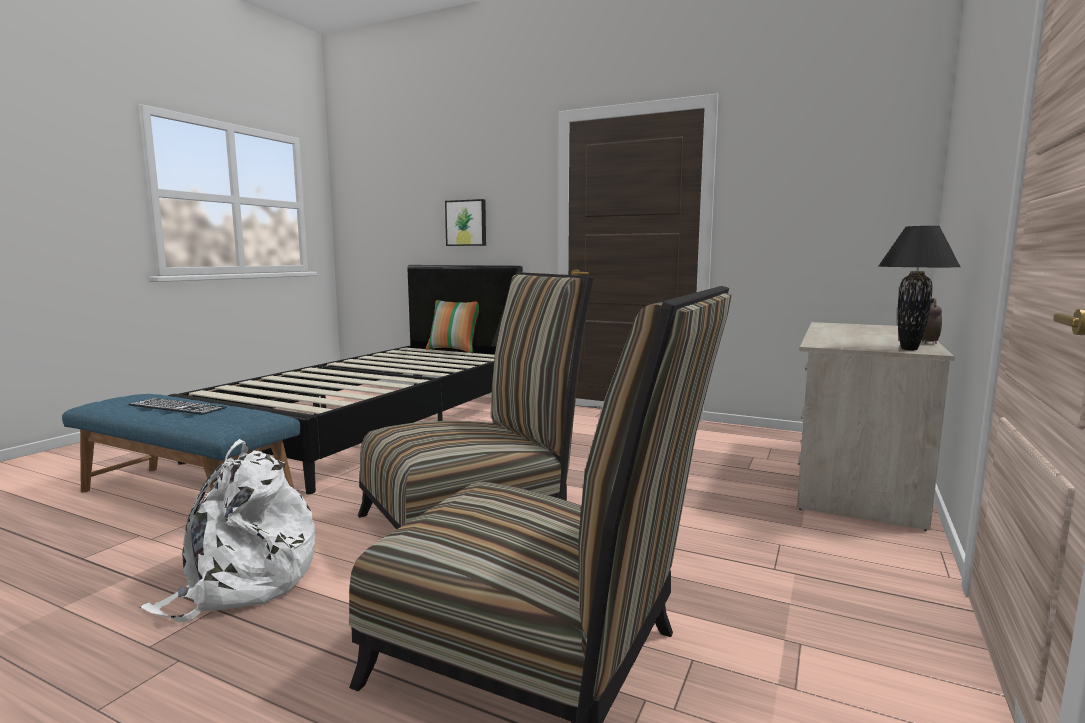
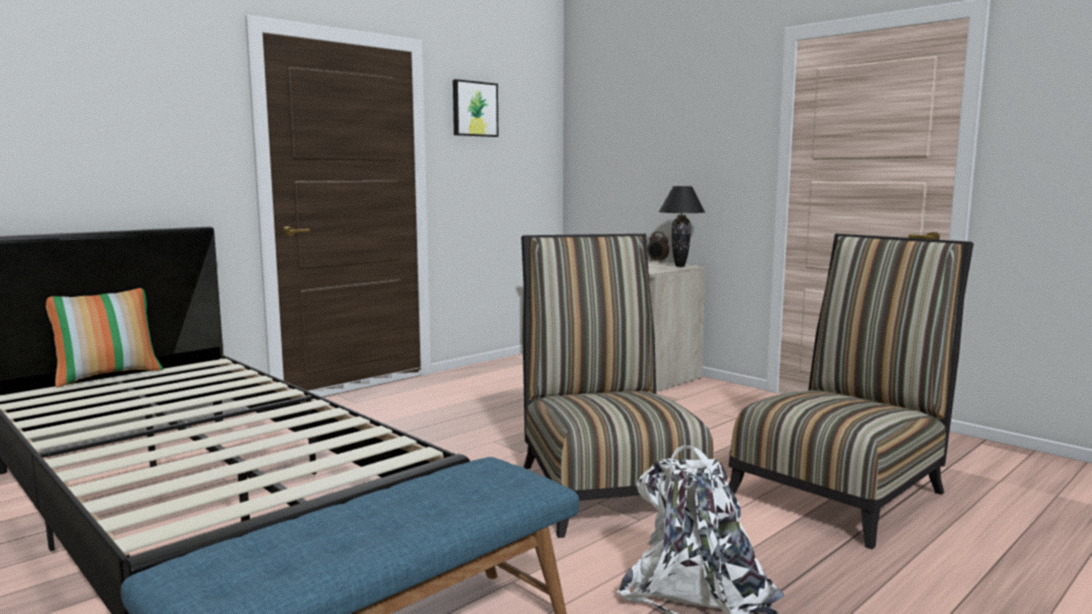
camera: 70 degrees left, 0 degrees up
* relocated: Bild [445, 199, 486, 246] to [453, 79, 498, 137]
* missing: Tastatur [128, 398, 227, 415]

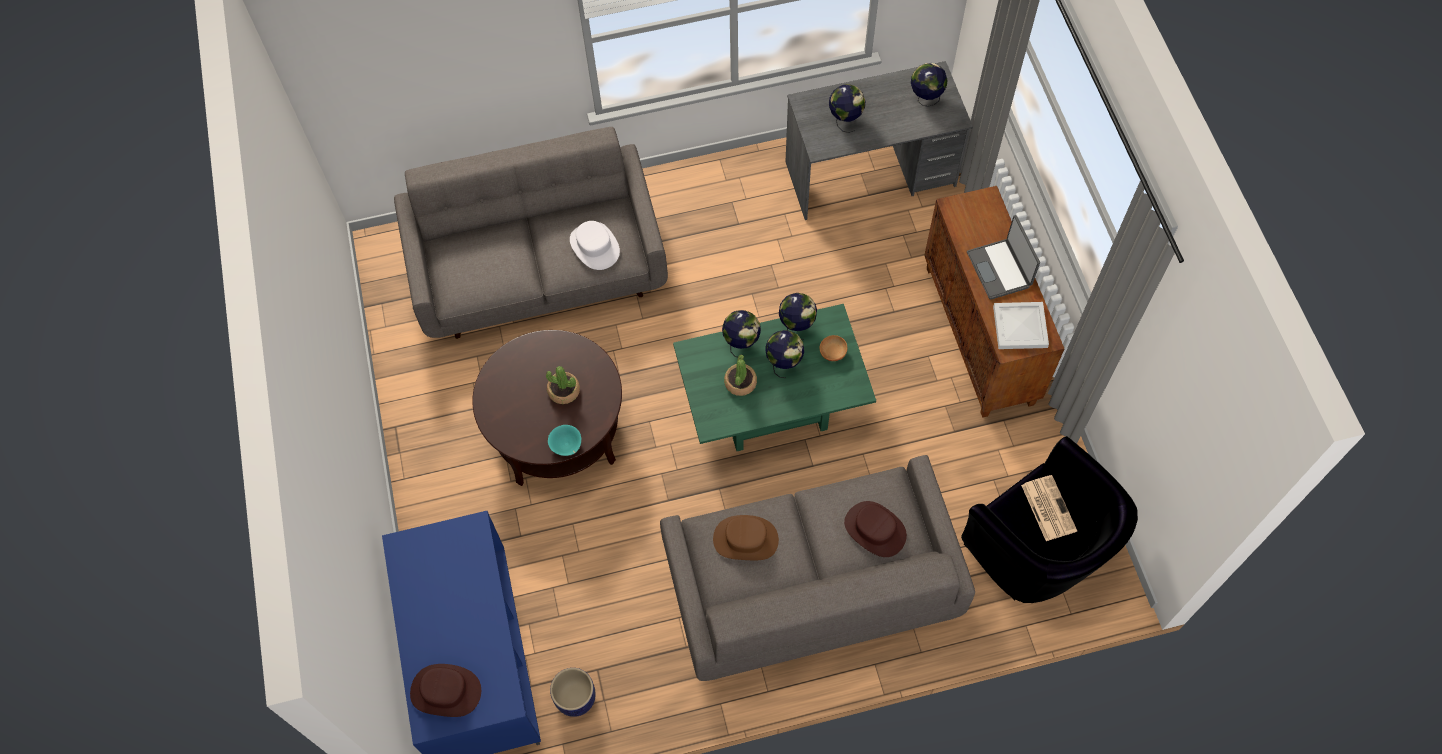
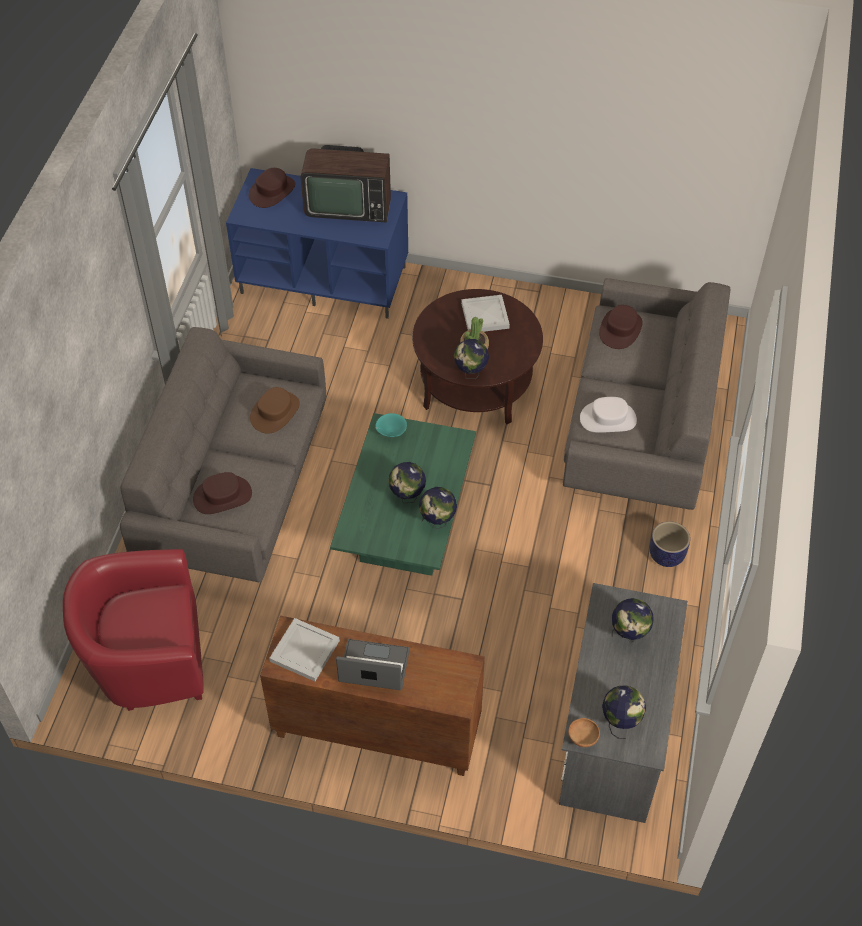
camera: 115 degrees right, 10 degrees down
* colour: Sessel [schwarz] [961, 436, 1138, 603] to Sessel [rot] [63, 549, 204, 711]
* appeared: Fernseher [301, 145, 391, 223]
* relocated: Schüssel [türkis] [548, 425, 581, 456] to [375, 413, 407, 437]
* relocated: Globus [722, 310, 761, 357] to [454, 339, 489, 379]
* appeared: Tablett [weiß] [461, 295, 510, 332]
* relocated: Schüssel [braun] [819, 335, 848, 361] to [568, 718, 600, 747]
* appeared: Hut [braun] [599, 305, 643, 349]
* relocated: Pflanzkübel [550, 668, 596, 717] to [650, 521, 690, 567]
* missing: Topfpflanze [724, 354, 757, 396]
* missing: Zeitung [1021, 475, 1077, 541]

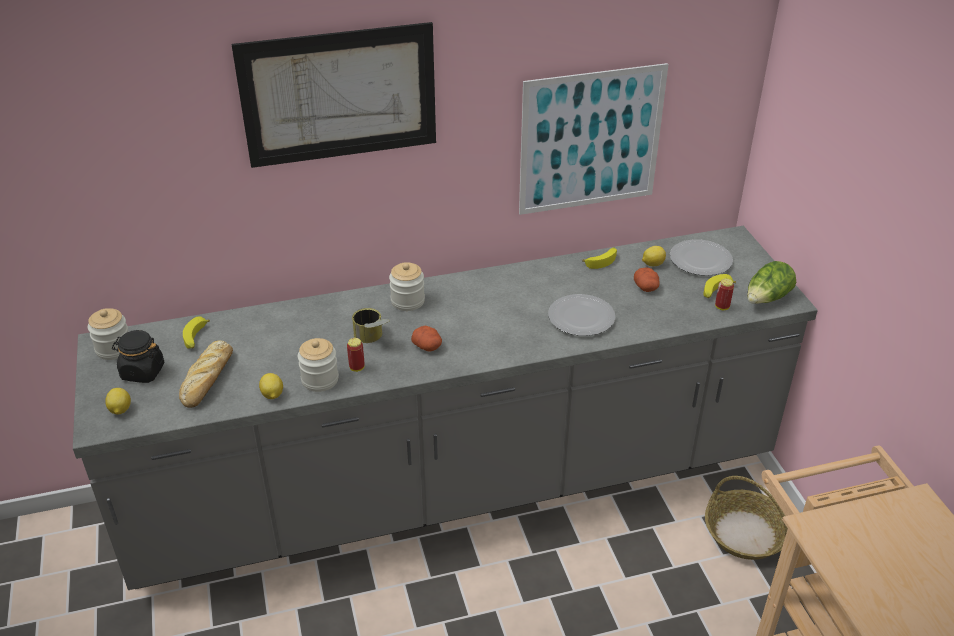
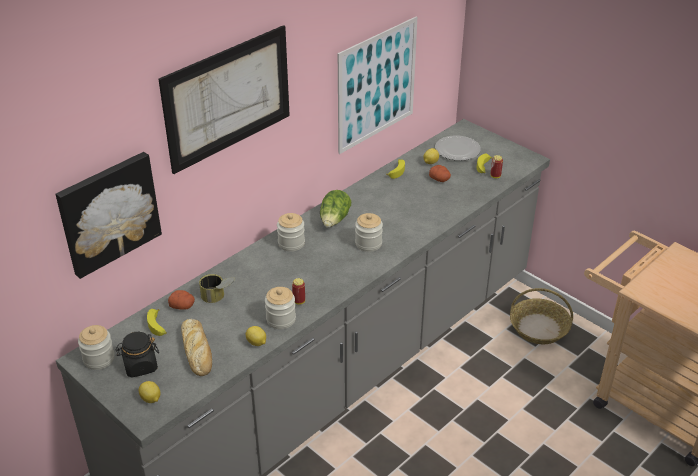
camera: 30 degrees left, 0 degrees up
* appeared: Bild [56, 152, 162, 279]
* relocated: Kartoffel [411, 326, 442, 352] to [168, 290, 195, 310]
* relocated: Dose [352, 308, 390, 343] to [199, 274, 235, 303]
* relocated: Salatkopf [747, 261, 796, 304] to [320, 190, 351, 228]
* appeared: Vorratsglas [355, 213, 383, 252]
* missing: Teller [548, 294, 615, 336]

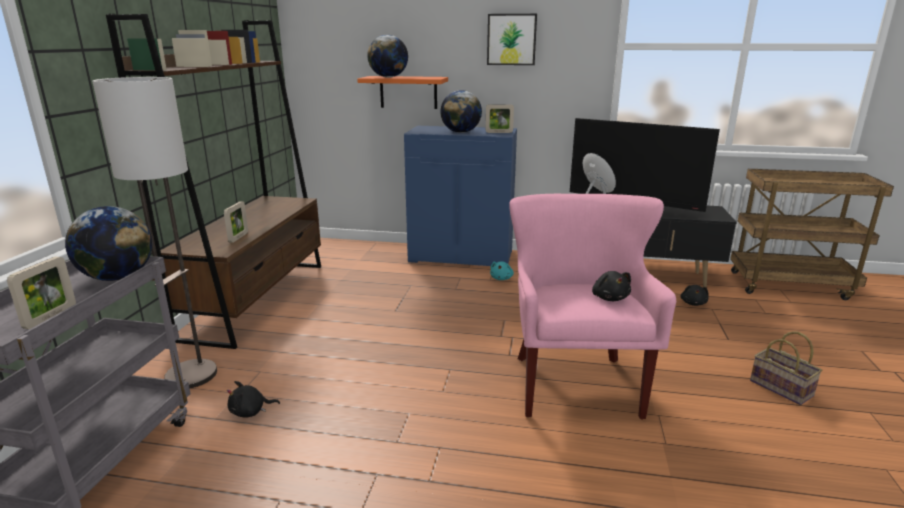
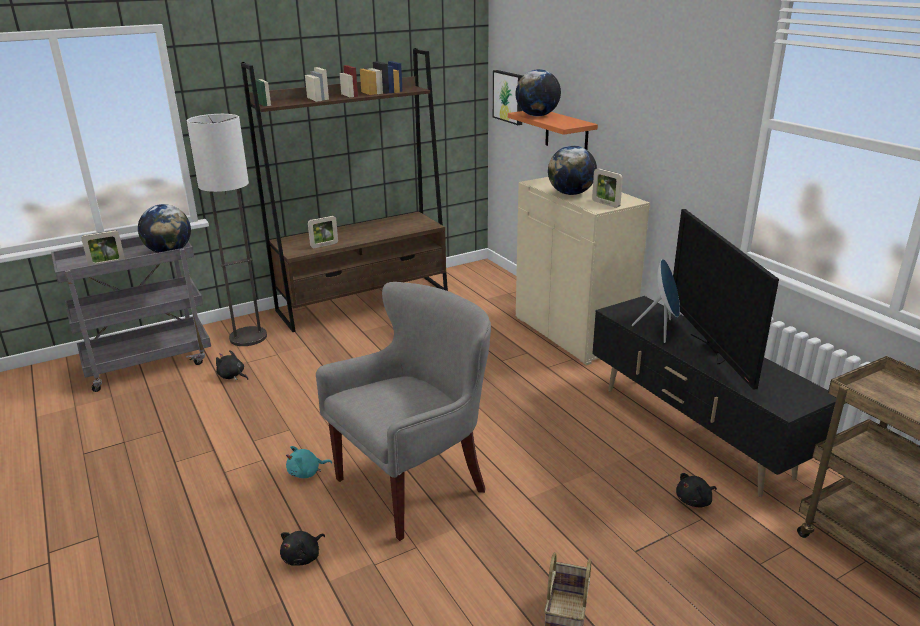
camera: 50 degrees right, 5 degrees up
* relocated: Plüschtier [schwarz] [592, 271, 631, 301] to [280, 531, 325, 566]
* relocated: Plüschtier [türkis] [490, 261, 514, 280] to [286, 446, 332, 478]
* colour: Sessel [rosa] [509, 194, 676, 419] to Sessel [grau] [316, 282, 491, 541]
* relocated: Bild [487, 14, 537, 65] to [493, 70, 523, 125]
* colour: Schrank [blau] [404, 126, 517, 266] to Schrank [beige] [516, 177, 650, 365]

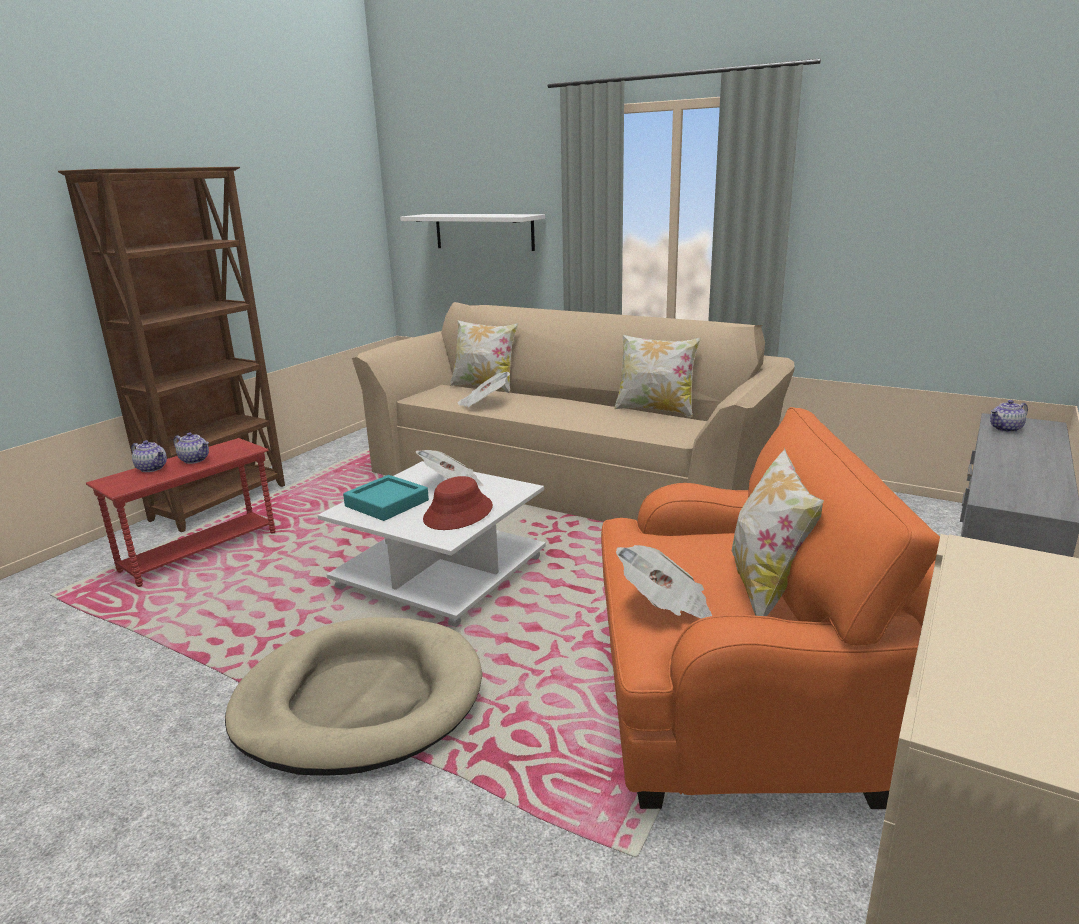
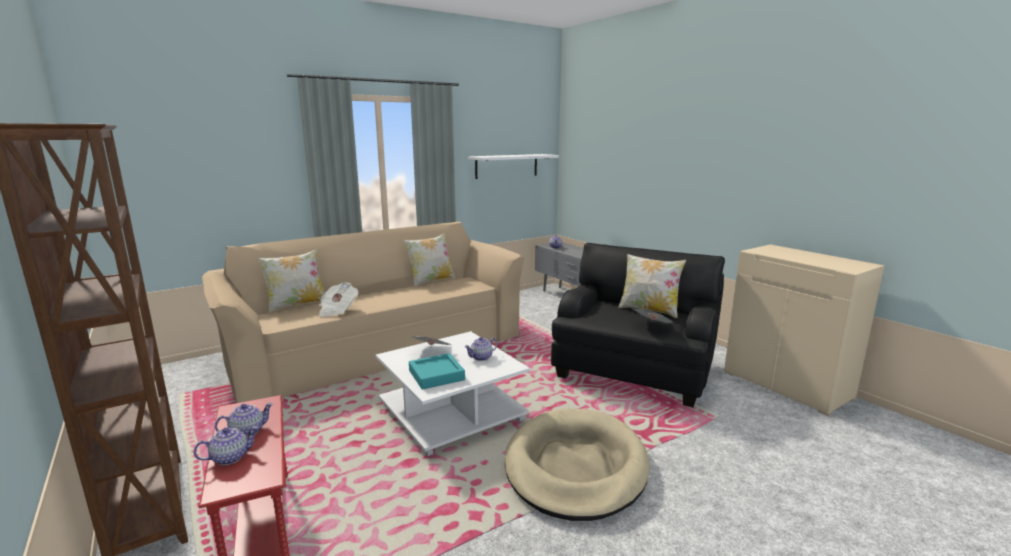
camera: 65 degrees left, 5 degrees down
* exchanged: Hut [rot] [423, 476, 493, 530] to Teekanne [465, 337, 497, 361]
* relocated: Wandregal [weiß] [400, 214, 545, 251] to [468, 154, 559, 179]
* colour: Sessel [orange] [601, 407, 940, 809] to Sessel [schwarz] [551, 243, 725, 407]

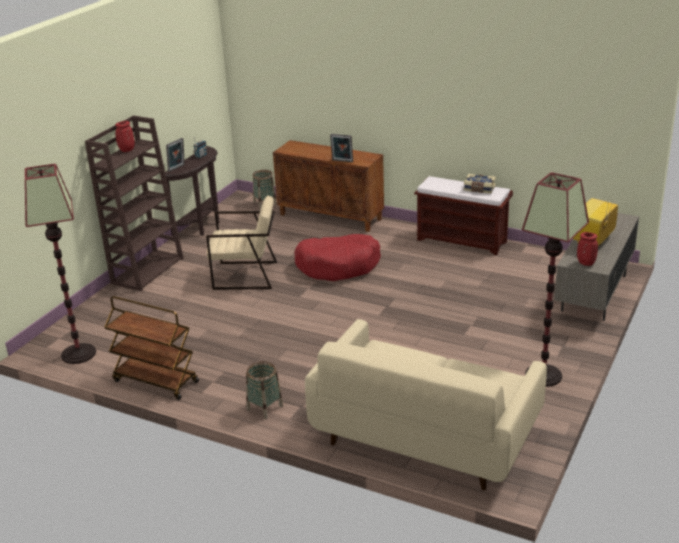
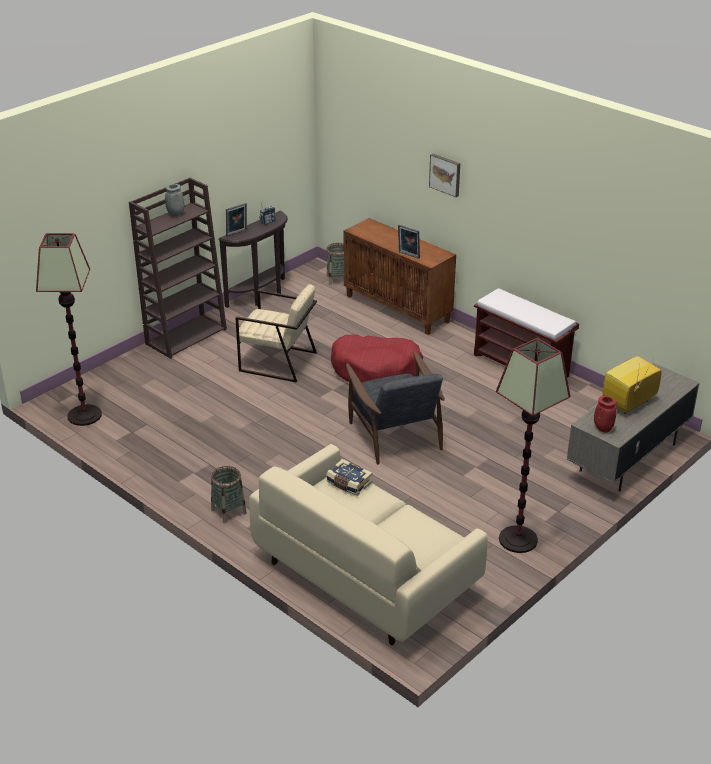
camera: 15 degrees right, 5 degrees up
* colour: Vase [rot] [115, 121, 135, 152] to Vase [grau] [165, 184, 184, 216]
* relocated: Buch [464, 174, 496, 193] to [326, 459, 373, 496]
* appeared: Sessel [grau] [346, 350, 445, 465]
* appeared: Bild [429, 154, 460, 197]
* missing: Rollwagen [braun] [104, 296, 199, 400]

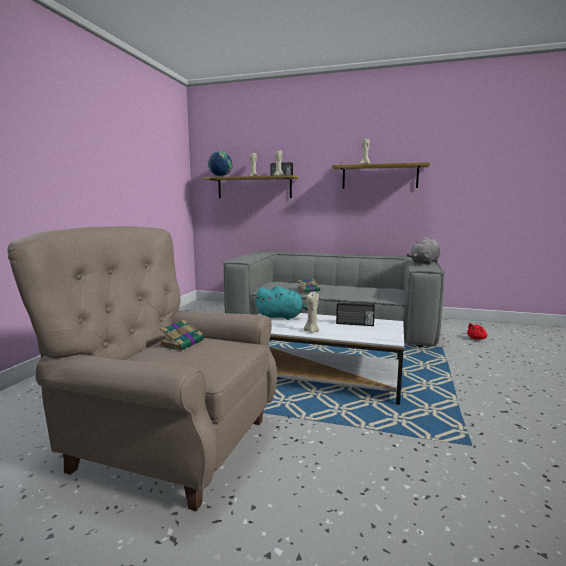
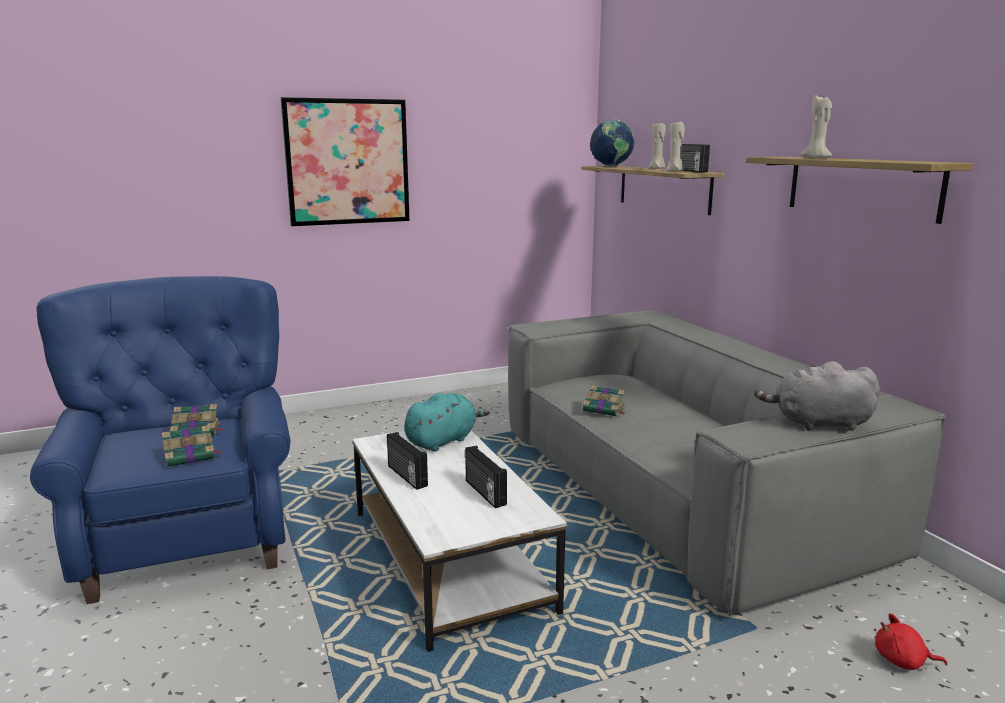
camera: 50 degrees right, 5 degrees up
* colour: Sessel [beige] [7, 226, 277, 511] to Sessel [blau] [30, 276, 290, 604]
* appeared: Buch [162, 425, 222, 467]
* appeared: Bild [281, 97, 410, 226]
* exchanged: Kerze [beige] [304, 292, 319, 333] to Radio [387, 432, 428, 490]
* spun: Plüschtier [türkis] [255, 286, 308, 320] = [404, 393, 490, 452] 105 degrees counterclockwise

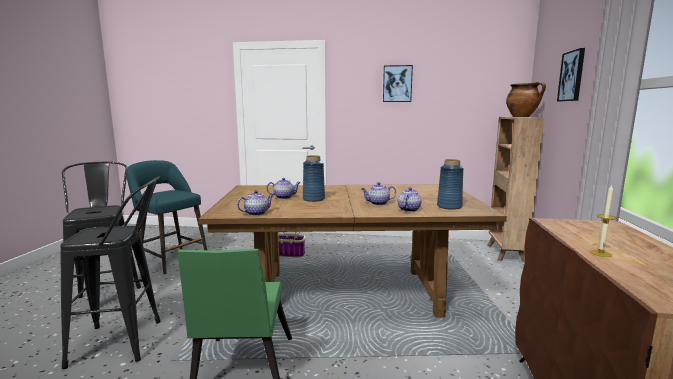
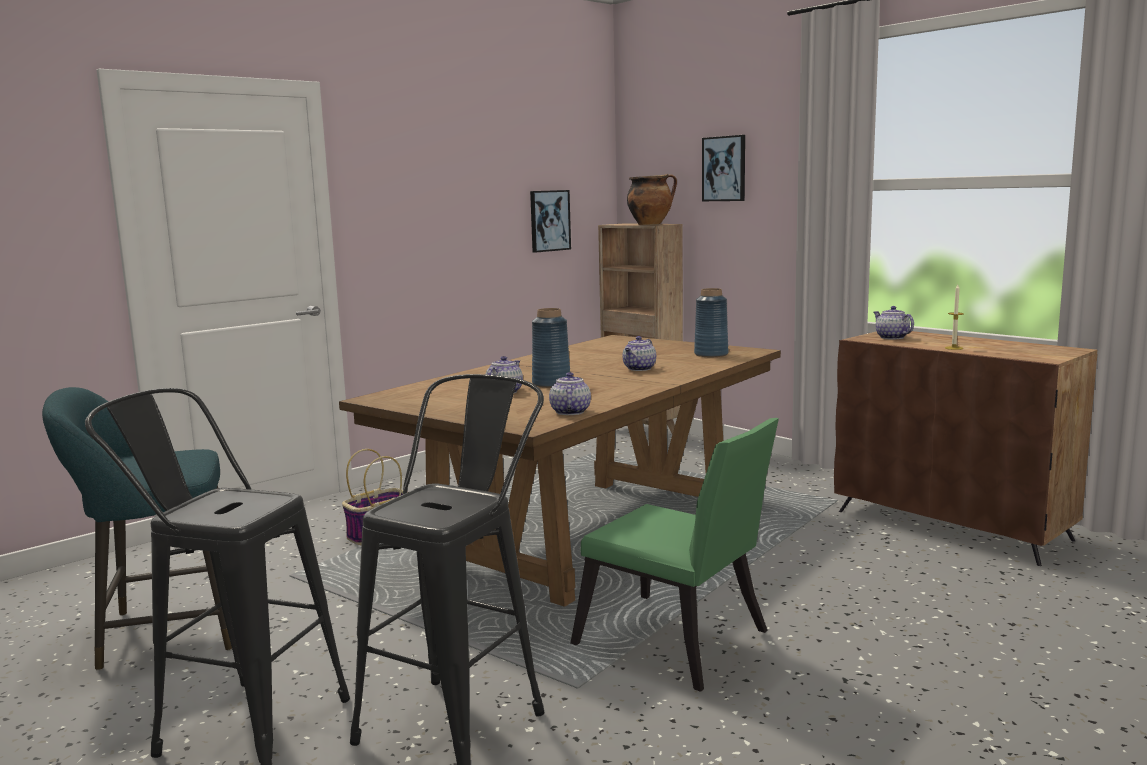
camera: 50 degrees left, 0 degrees up
* relocated: Bild [383, 65, 413, 102] to [530, 190, 571, 253]
* relocated: Teekanne [398, 187, 421, 212] to [873, 306, 914, 339]

